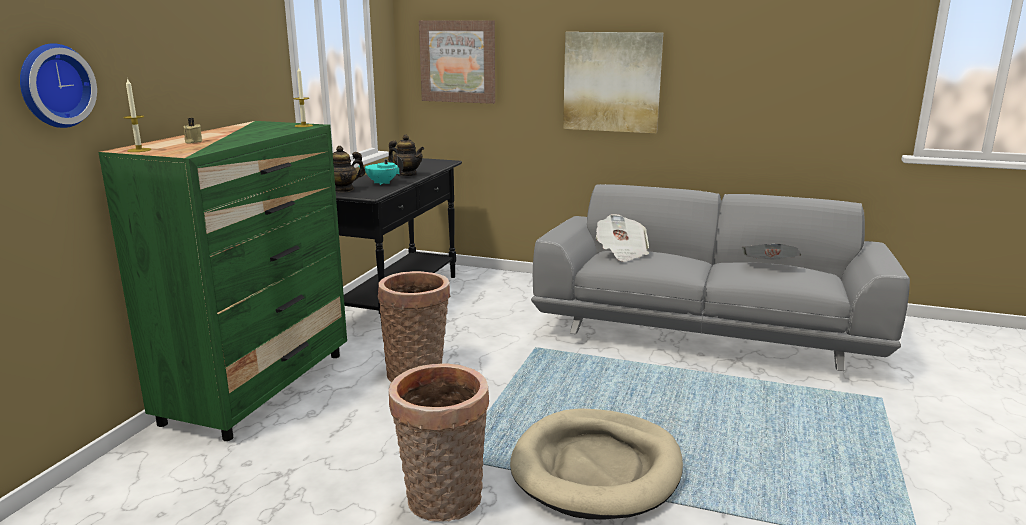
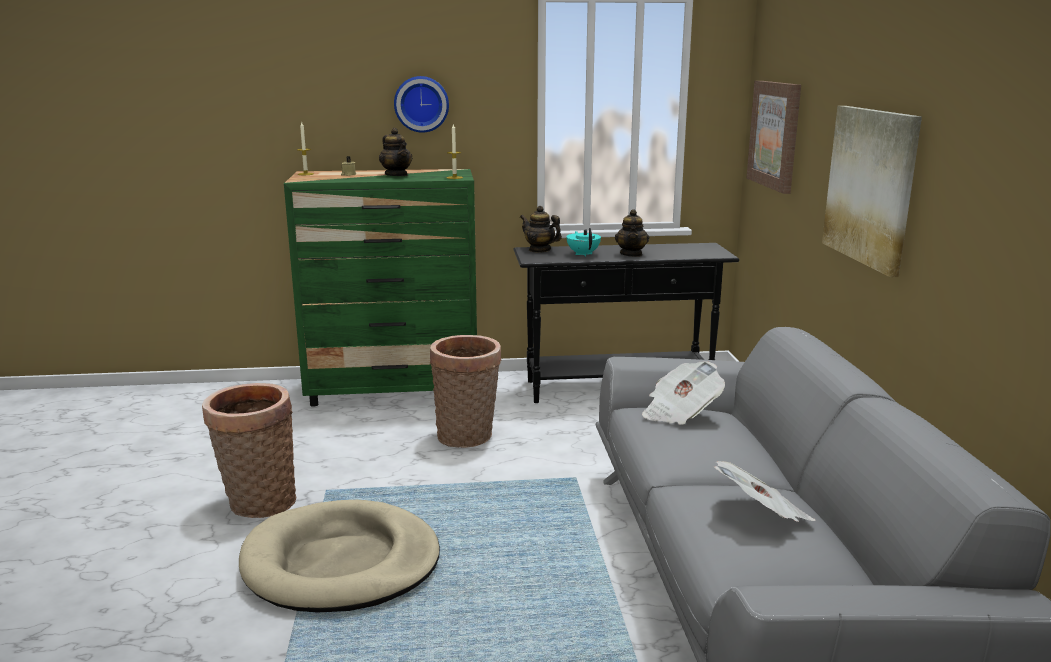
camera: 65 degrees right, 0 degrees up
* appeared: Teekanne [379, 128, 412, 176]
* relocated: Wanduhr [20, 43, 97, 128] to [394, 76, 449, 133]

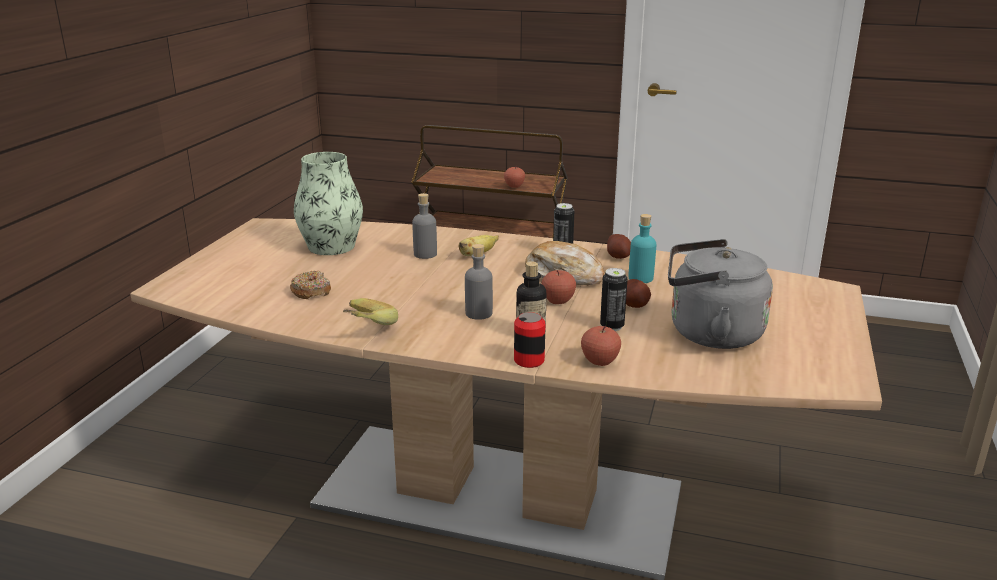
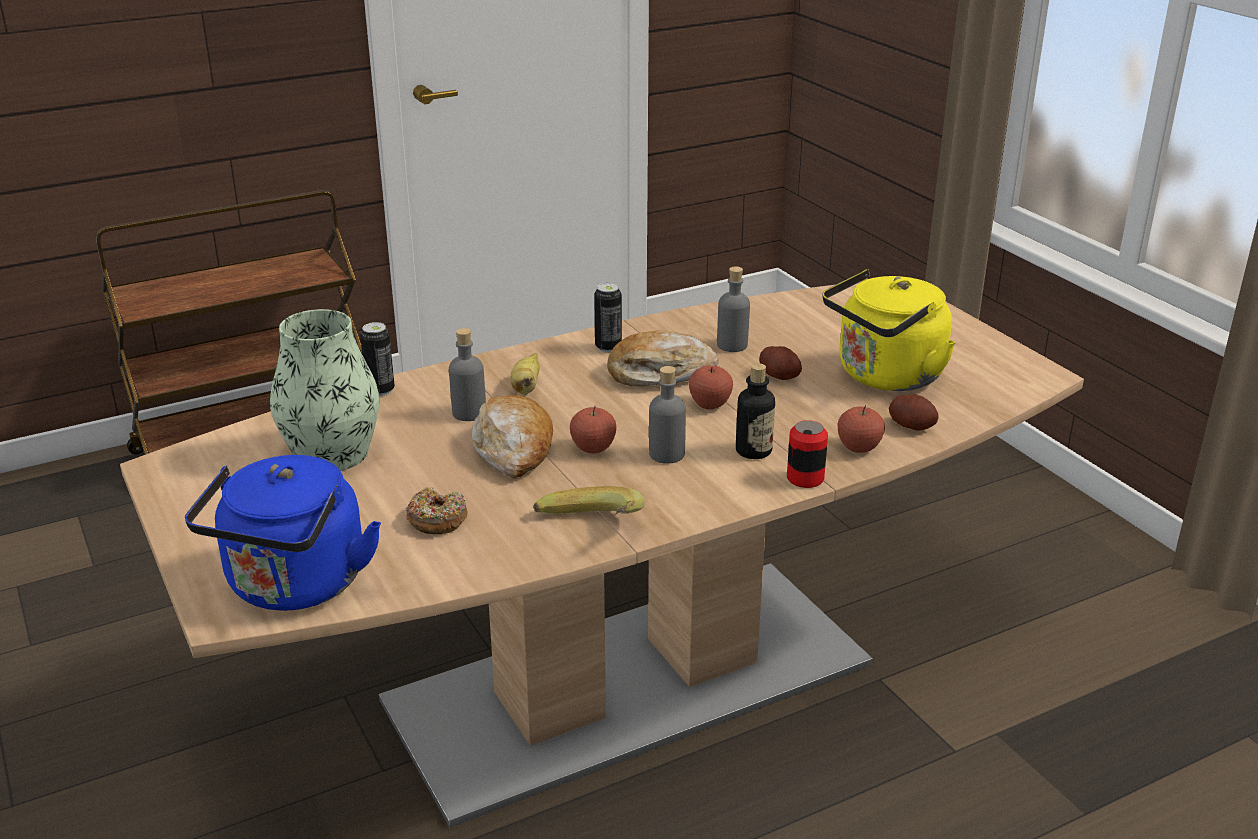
camera: 45 degrees left, 5 degrees up
* appeared: Wasserkessel [blau] [185, 455, 381, 611]
* relocated: Dose [600, 268, 627, 331] to [360, 322, 395, 396]
* appeared: Brot [472, 395, 553, 478]
* relocated: Apfel [504, 165, 525, 188] to [570, 406, 617, 454]
* colour: Flasche [türkis] [628, 214, 657, 283] to Flasche [grau] [717, 266, 750, 352]
* colour: Wasserkessel [grau] [668, 239, 773, 349] to Wasserkessel [gelb] [823, 269, 956, 391]
* relocated: Kartoffel [607, 234, 631, 259] to [889, 395, 939, 430]

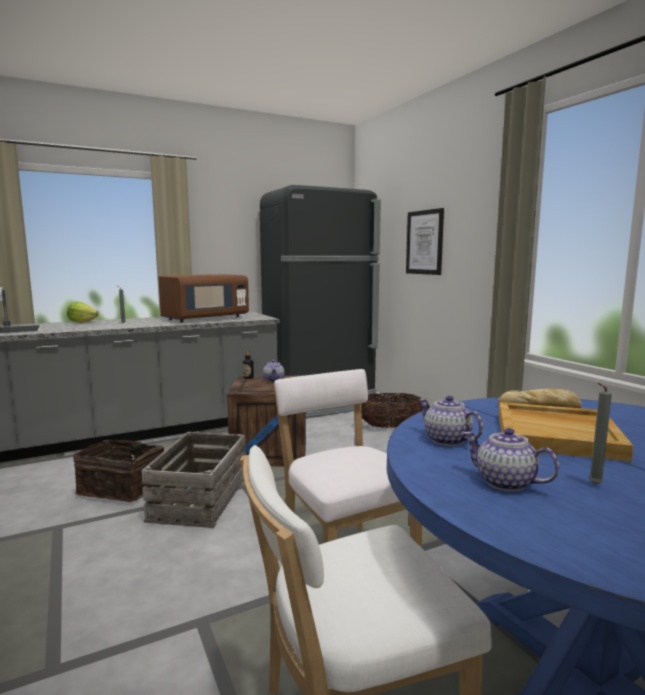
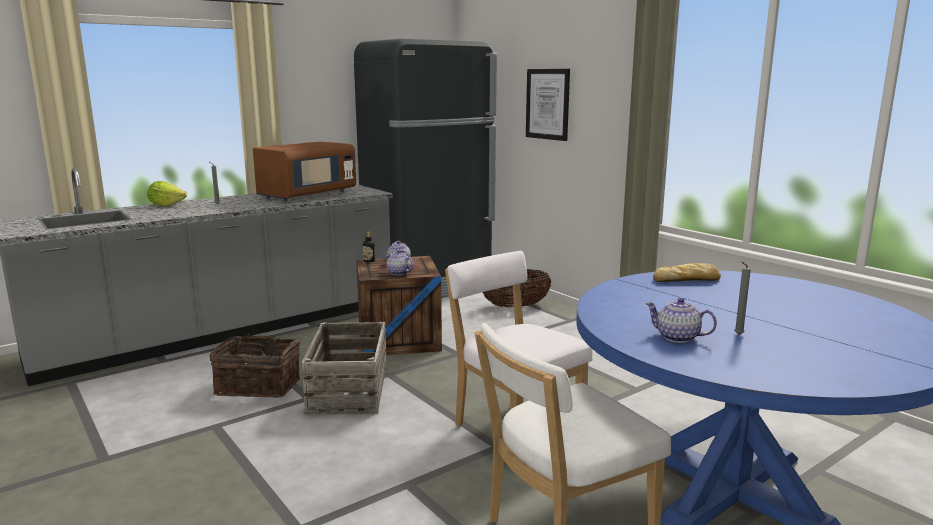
camera: 10 degrees left, 5 degrees up
* relocated: Teekanne [419, 396, 484, 446] to [385, 250, 414, 276]
* missing: Tablett [beige] [499, 402, 634, 462]

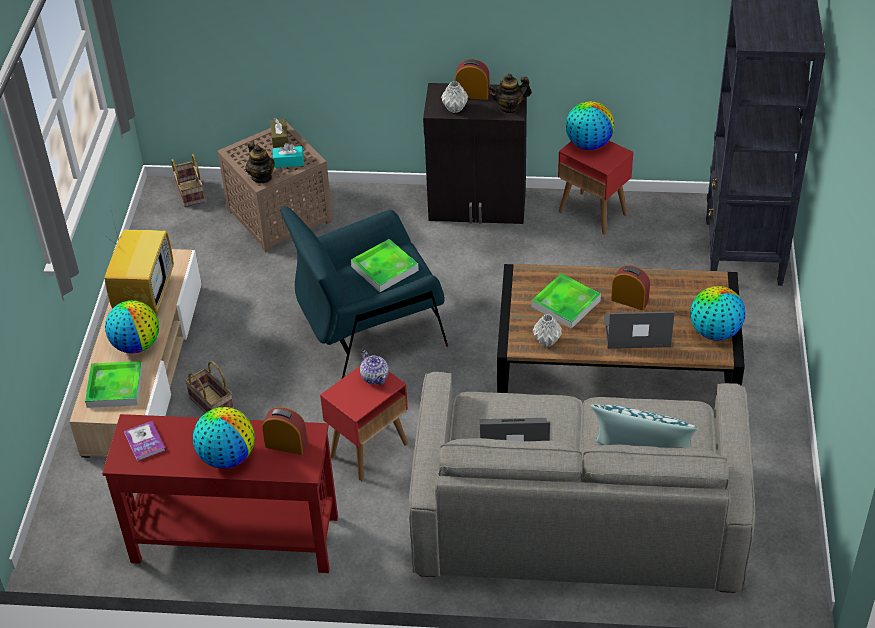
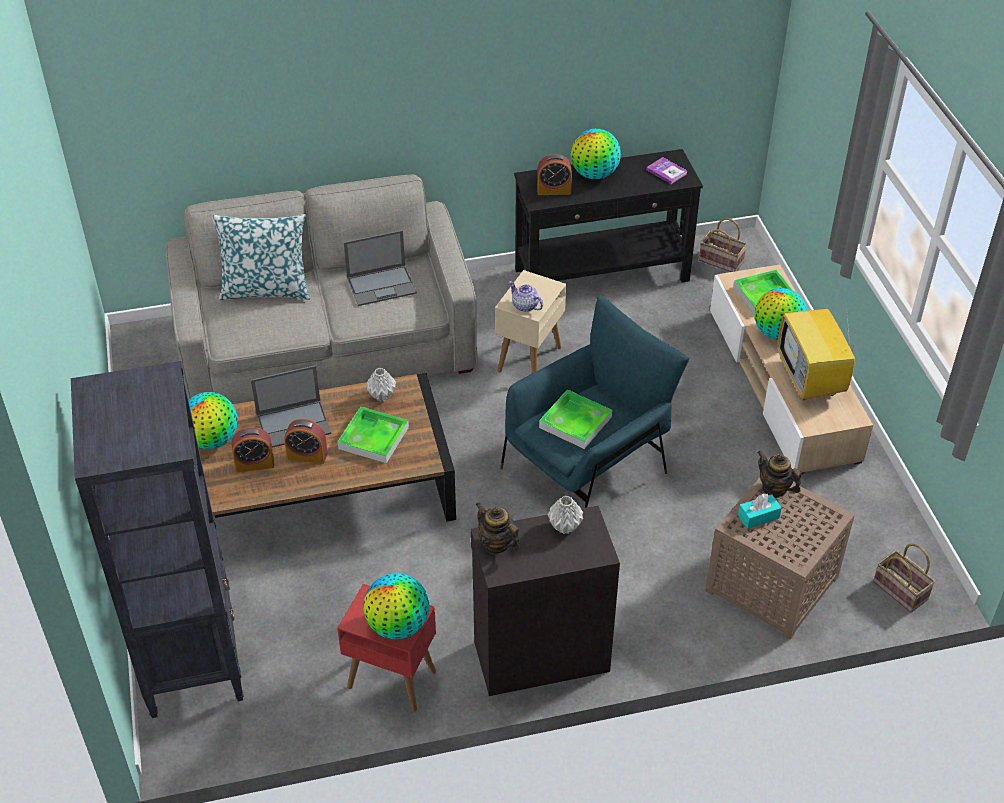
camera: 160 degrees right, 0 degrees up
* relocated: Wecker [455, 59, 489, 100] to [232, 427, 274, 472]
* spun: Teekanne [487, 74, 532, 114] = [475, 502, 520, 555] 105 degrees counterclockwise
* colour: Beistelltisch [rot] [320, 366, 408, 481] to Beistelltisch [beige] [495, 270, 566, 373]
* colour: Konsolentisch [rot] [102, 414, 338, 573] to Konsolentisch [schwarz] [514, 149, 703, 282]
* relocated: Korb [185, 361, 234, 413] to [699, 218, 747, 272]
* missing: Taschentuchbox [braun] [270, 118, 288, 148]

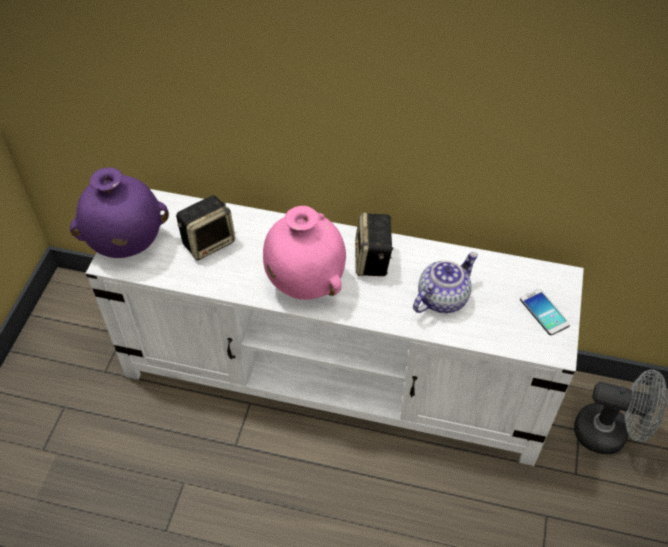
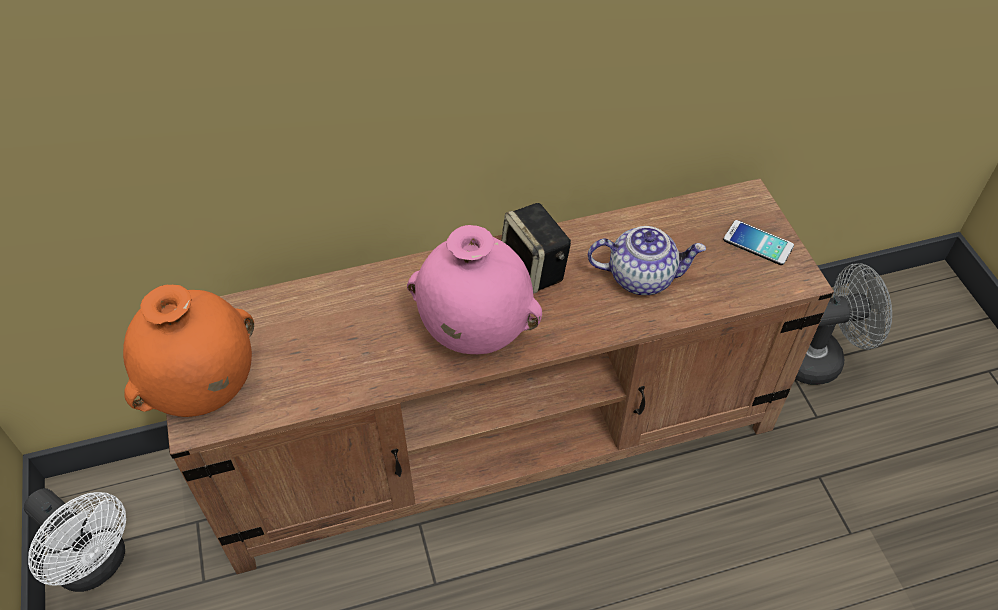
camera: 30 degrees left, 0 degrees up
* appeared: Ventilator [weiß] [24, 488, 126, 592]
* colour: Vase [lila] [70, 167, 169, 258] to Vase [orange] [123, 285, 254, 417]
* colour: Fernsehschrank [weiß] [86, 189, 584, 466] to Fernsehschrank [braun] [166, 178, 834, 574]
* spun: Teekanne [413, 252, 478, 313] = [588, 226, 706, 295] 75 degrees clockwise
* missing: Lautsprecher [176, 195, 235, 260]

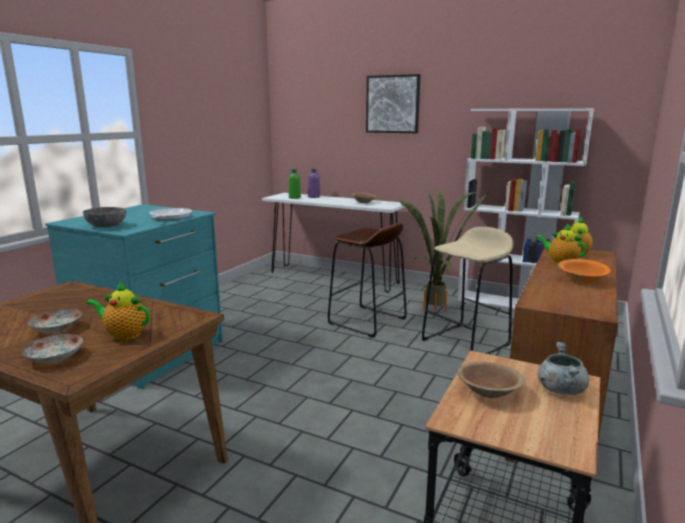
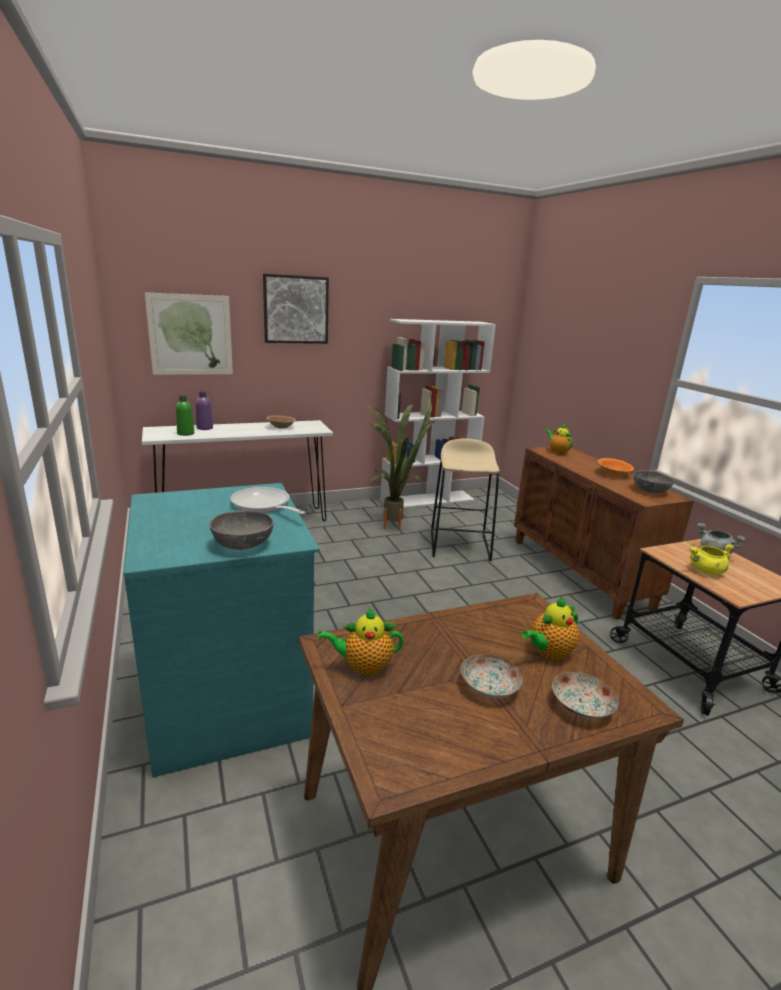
camera: 50 degrees left, 5 degrees up
* appeared: Bild [145, 292, 233, 375]
* relocated: Teekanne [536, 224, 587, 265] to [318, 608, 404, 676]
* appeared: Schüssel [grau] [634, 470, 674, 493]
* exchanged: Schüssel [braun] [457, 362, 525, 398] to Kochtopf [gelb] [689, 544, 734, 575]
* missing: Hocker [braun] [327, 223, 407, 338]

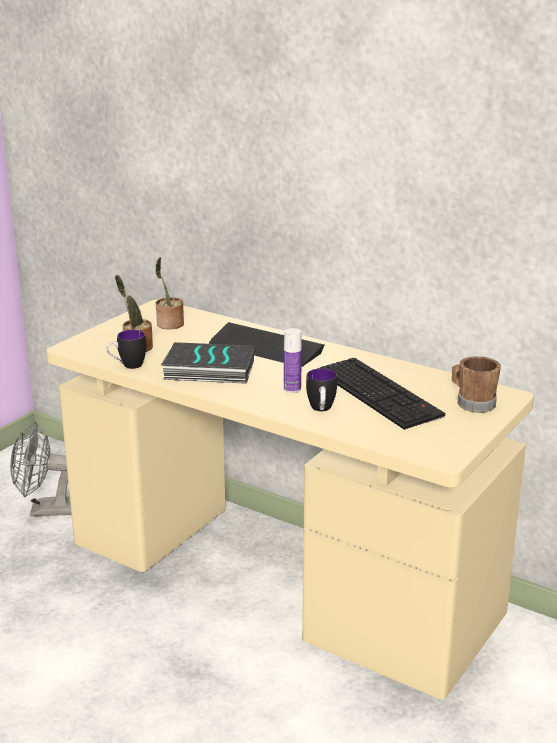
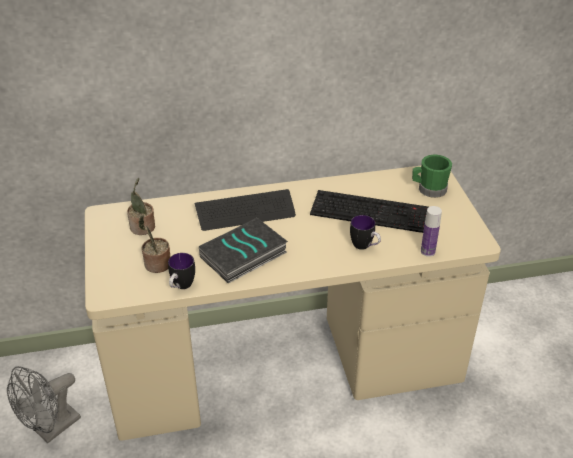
camera: 45 degrees left, 15 degrees up
* colour: Henkelbecher [braun] [452, 356, 501, 413] to Henkelbecher [grün] [412, 154, 452, 198]
* relocated: Flasche [284, 328, 302, 393] to [421, 206, 442, 257]

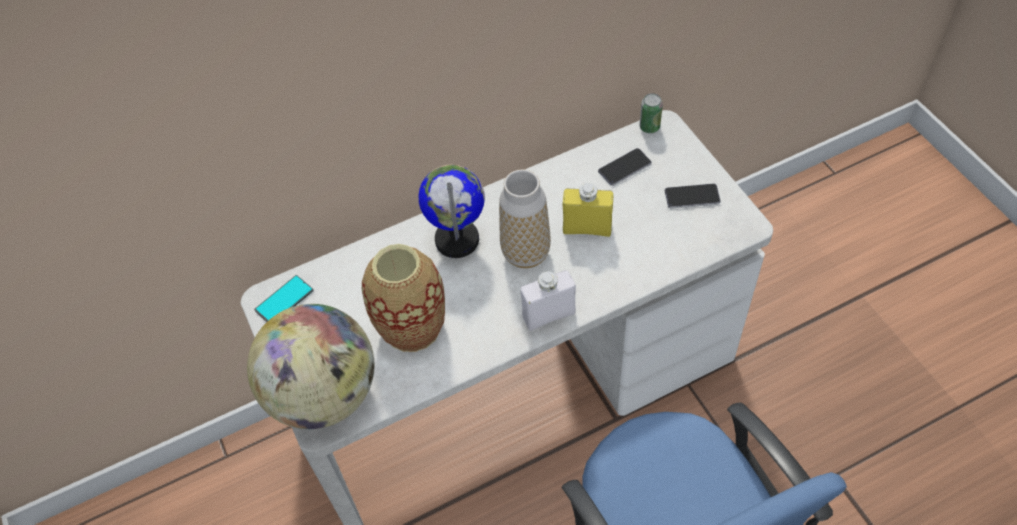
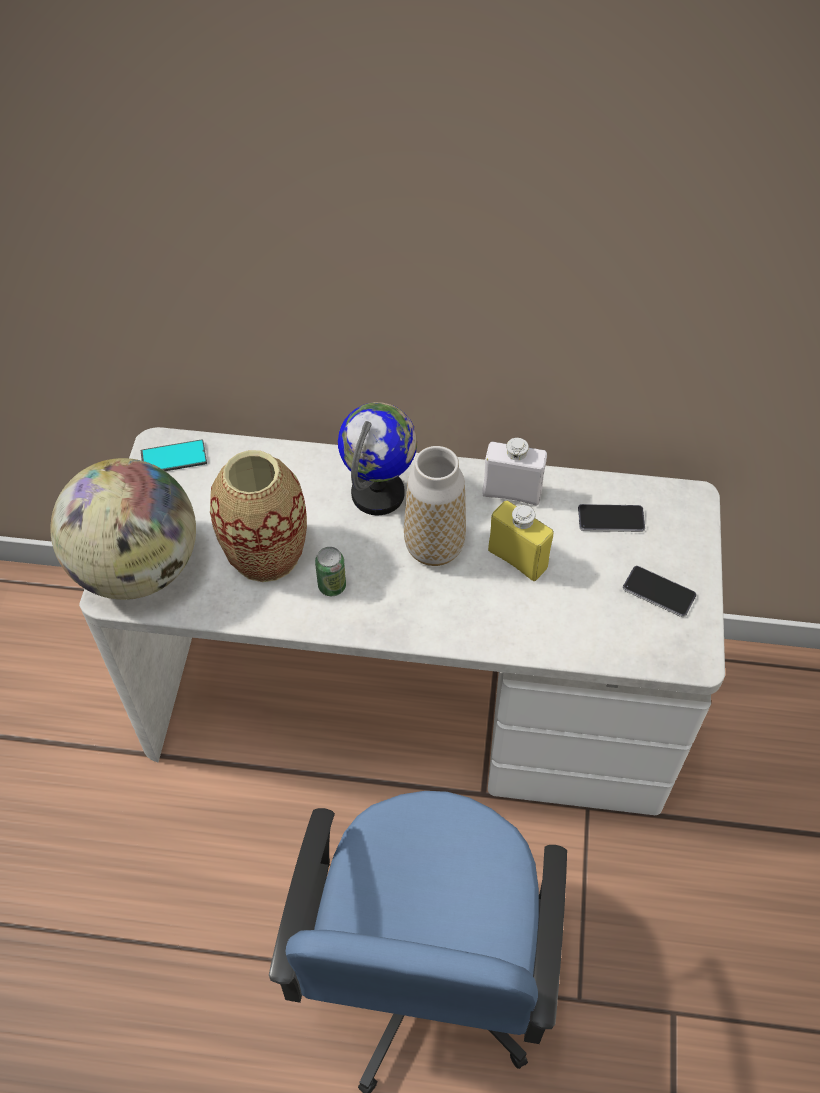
camera: 30 degrees right, 0 degrees up
* relocated: Dose [639, 93, 663, 133] to [315, 547, 346, 596]
* relocated: Flasche [weiß] [521, 270, 576, 331] to [483, 438, 547, 506]

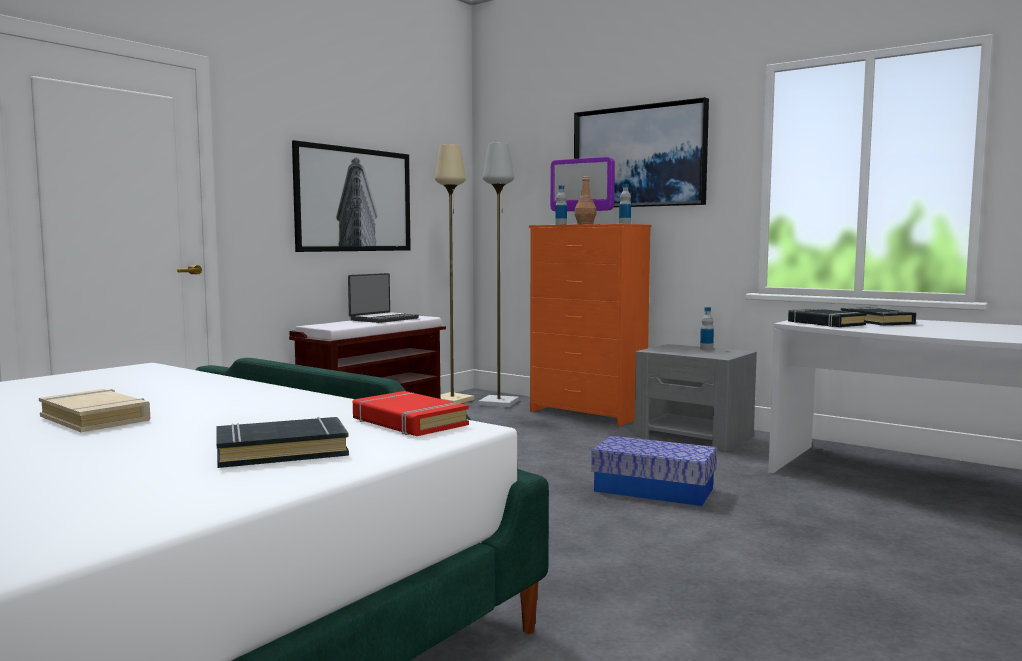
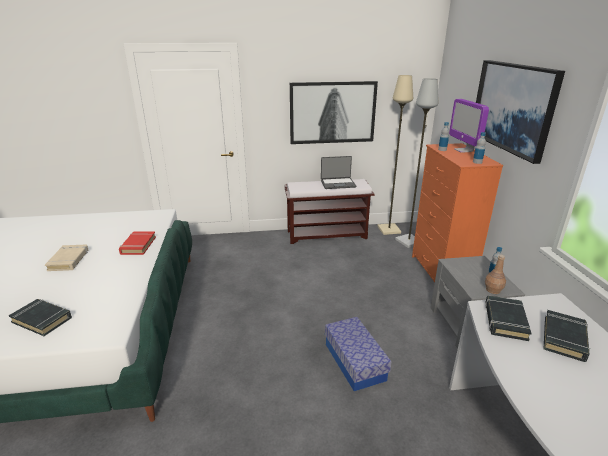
camera: 45 degrees right, 20 degrees up
* relocated: Buch [rot] [353, 391, 469, 436] to [119, 232, 156, 255]
* relocated: Flasche [braun] [574, 176, 597, 224] to [485, 255, 506, 294]

